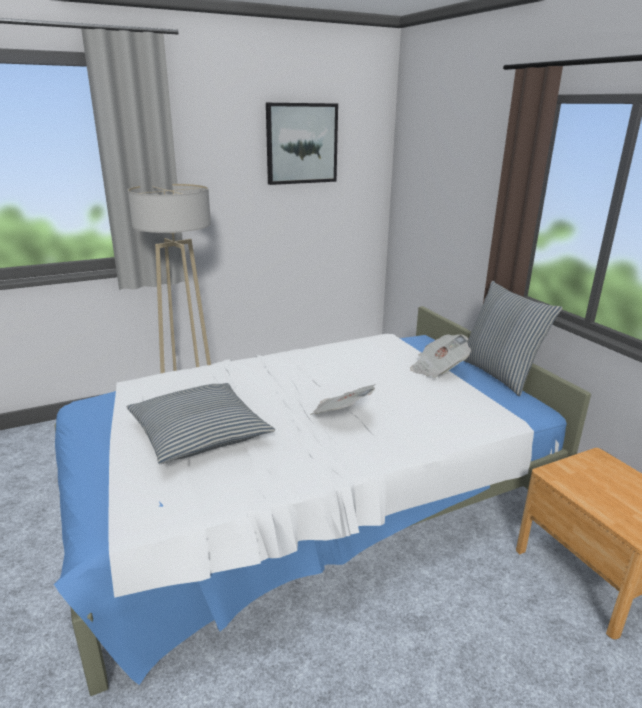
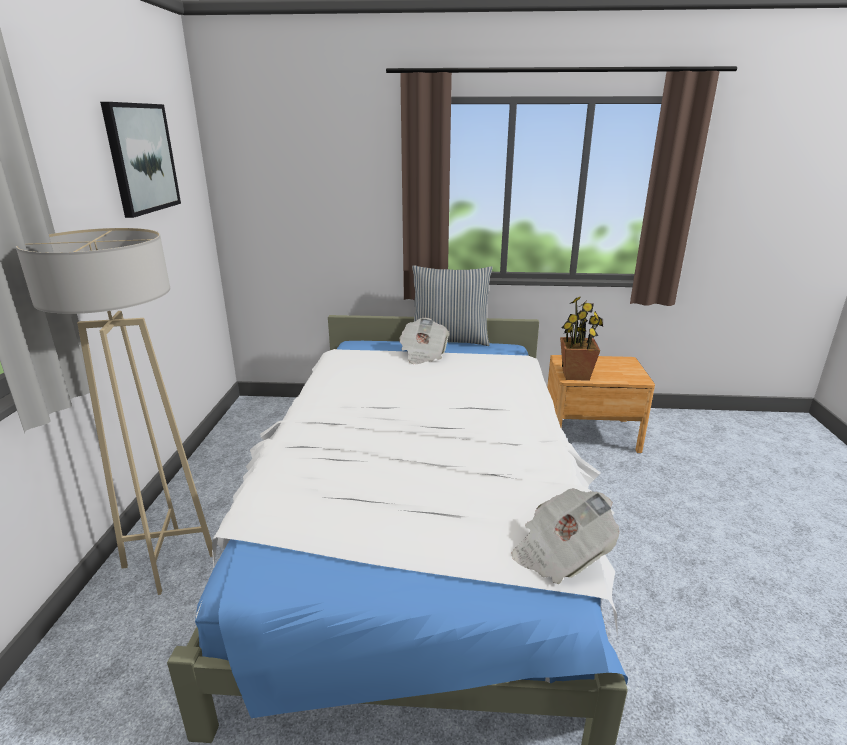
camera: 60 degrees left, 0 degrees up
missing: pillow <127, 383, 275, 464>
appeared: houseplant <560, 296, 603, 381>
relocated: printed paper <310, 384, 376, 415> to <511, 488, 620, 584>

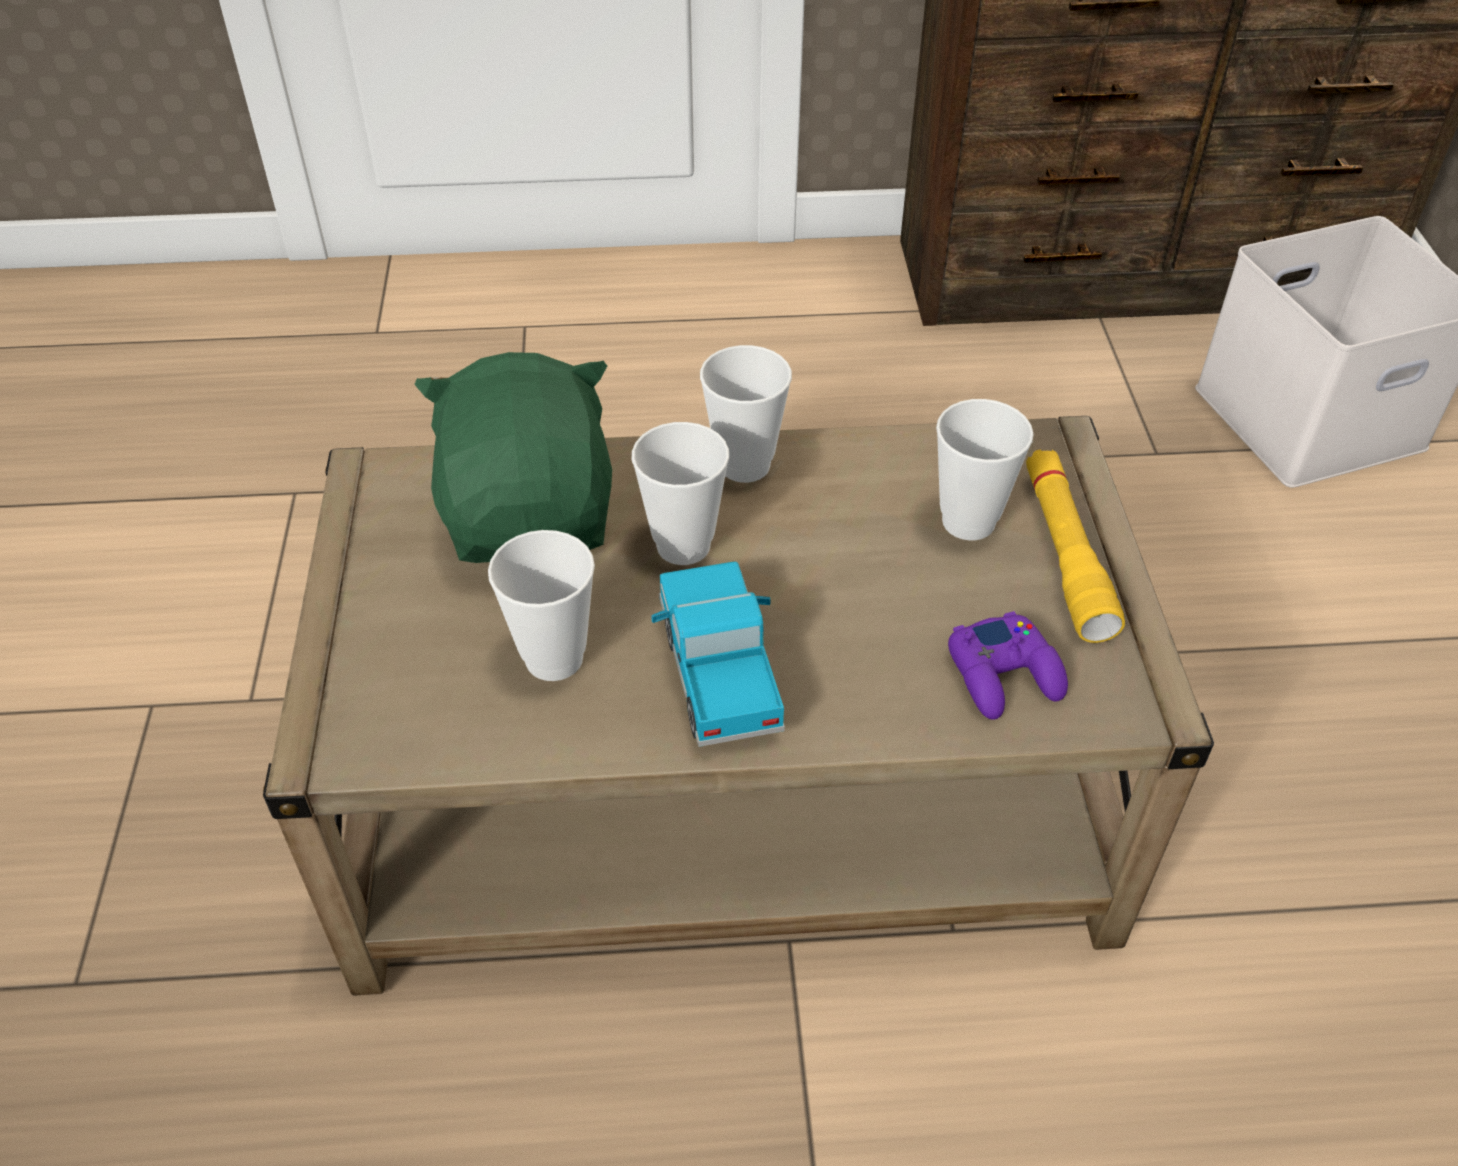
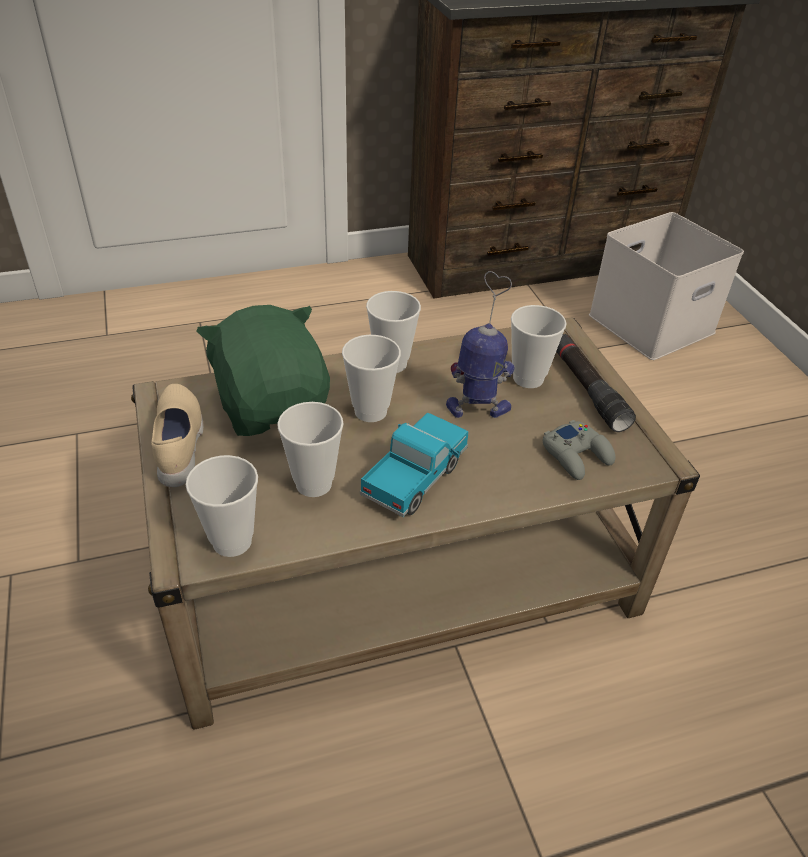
camera: 15 degrees left, 5 degrees down
appeared: beige low shoe <151, 384, 203, 487>; small cup <186, 455, 258, 557>; robot figure <446, 271, 515, 418>
colour: purplish game controller <948, 611, 1068, 720> to gray game controller <543, 420, 615, 480>; yellow hand torch <1026, 449, 1125, 643> to blackish hand torch <556, 334, 636, 432>
spun: toy truck <651, 562, 785, 747> = <360, 413, 469, 517> 60 degrees clockwise

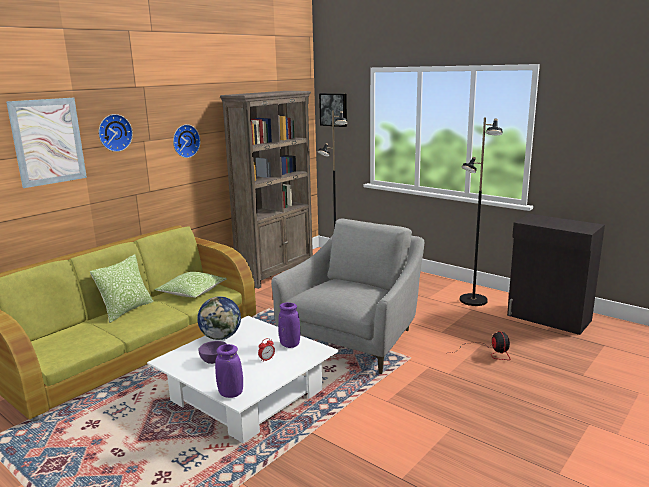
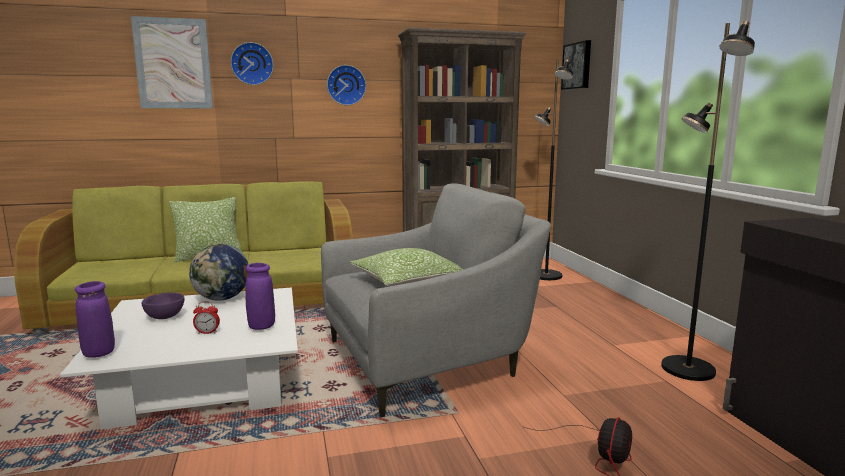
camera: 35 degrees right, 5 degrees down
relocated: pillow <155, 272, 227, 298> to <350, 248, 464, 286>

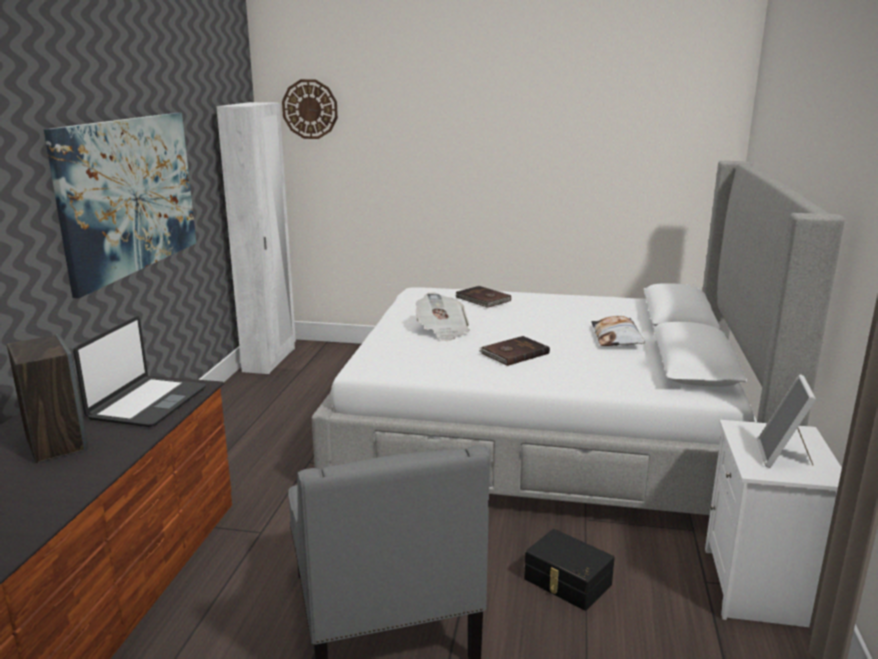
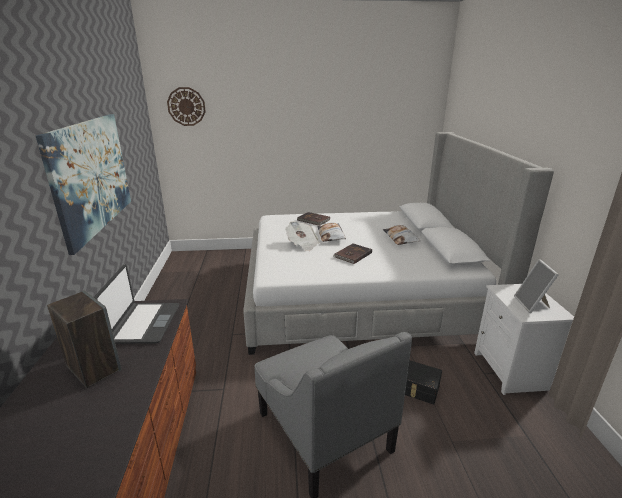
camera: 15 degrees left, 5 degrees up
missing: whitish clothes cupboard <216, 102, 296, 374>
appeared: pillow <317, 223, 346, 242>

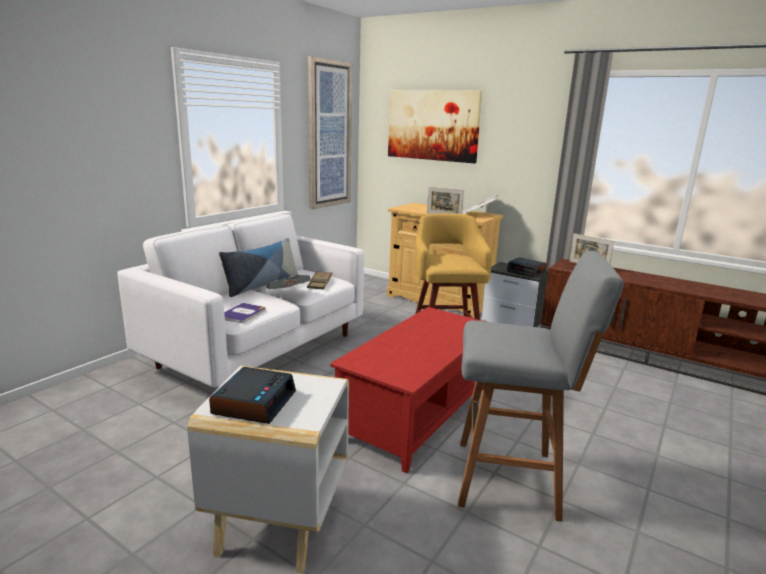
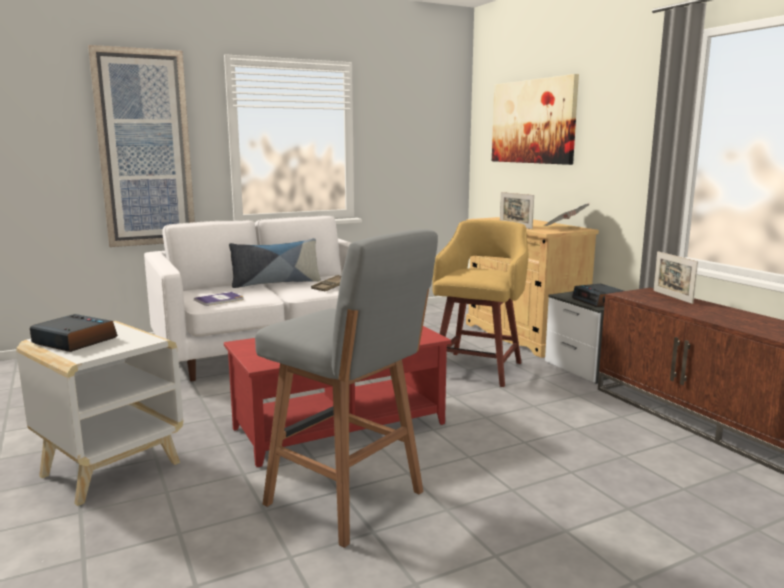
camera: 30 degrees right, 5 degrees down
missing: printed paper <266, 275, 311, 289>
relocated: wall art <308, 56, 352, 209> to <88, 45, 195, 247>
spun: table clock <209, 367, 296, 424> = <30, 314, 118, 352> 105 degrees counterclockwise

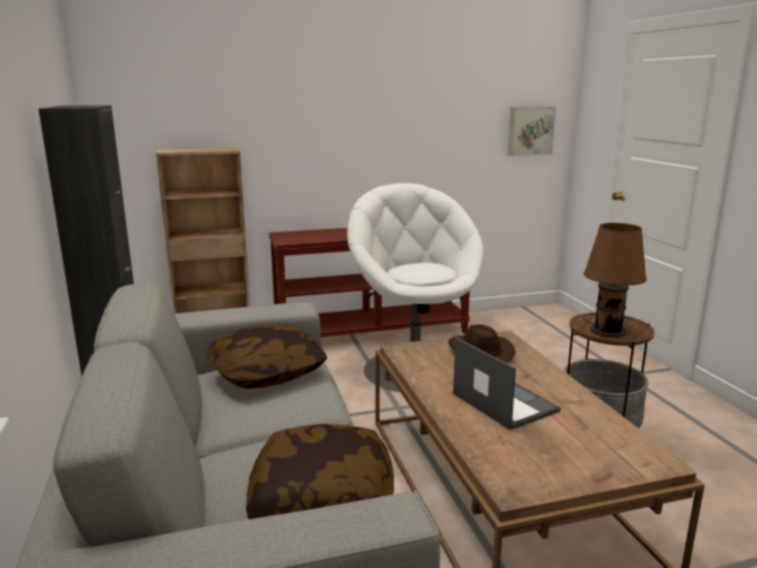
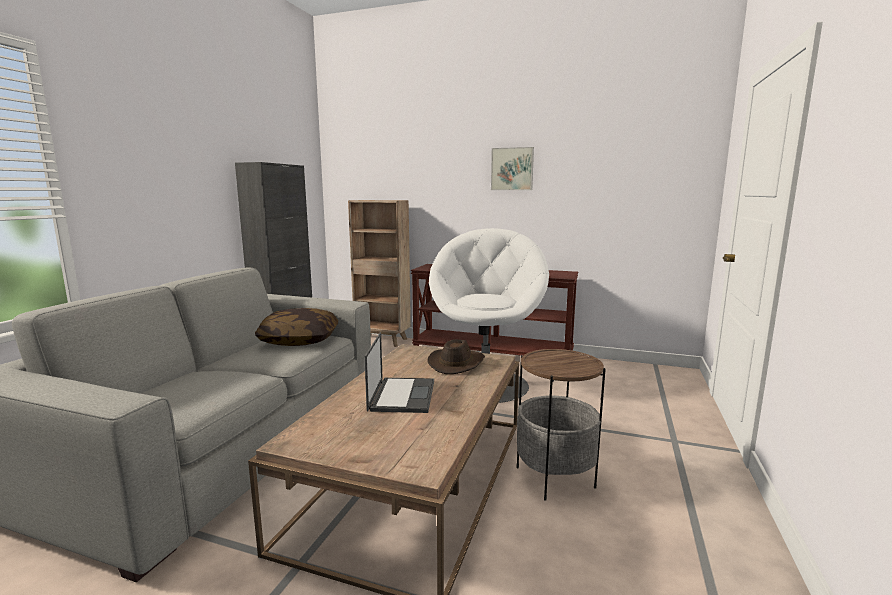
camera: 35 degrees right, 5 degrees down
missing: pillow <246, 424, 394, 519>; brownish lamp for a table <583, 223, 647, 337>
relocated: wall art <508, 107, 556, 156> to <491, 147, 534, 190>

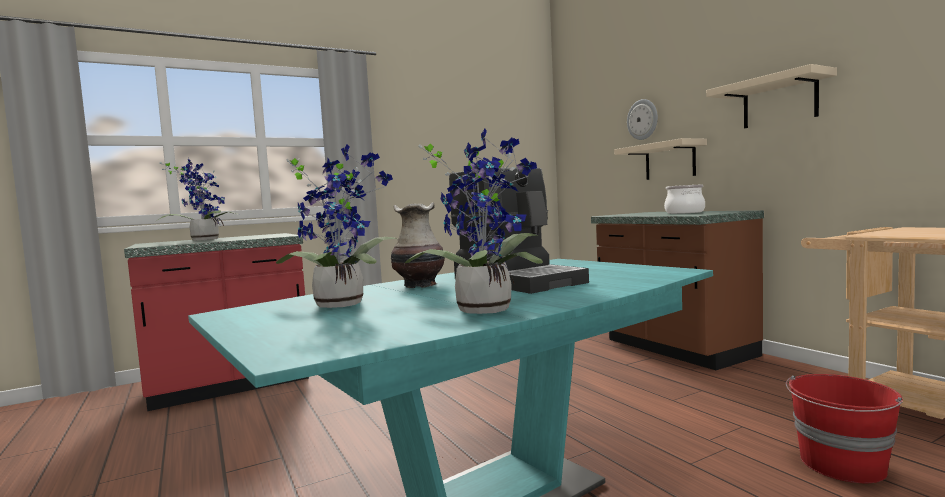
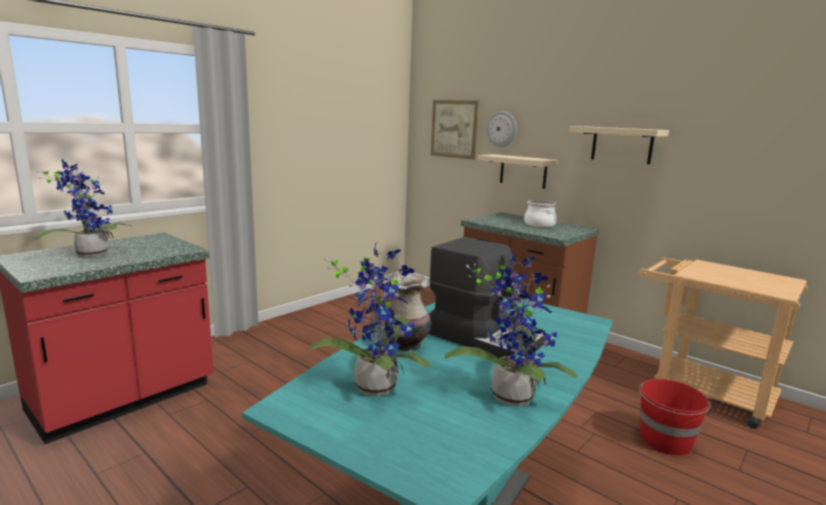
camera: 20 degrees left, 10 degrees up
appeared: wall art <431, 100, 479, 160>

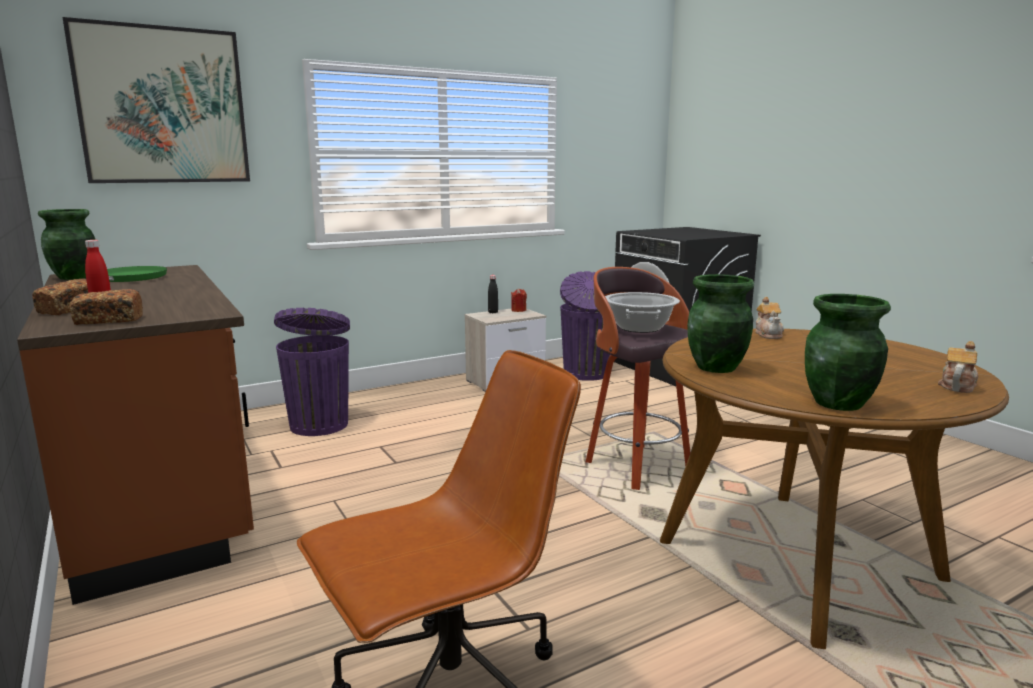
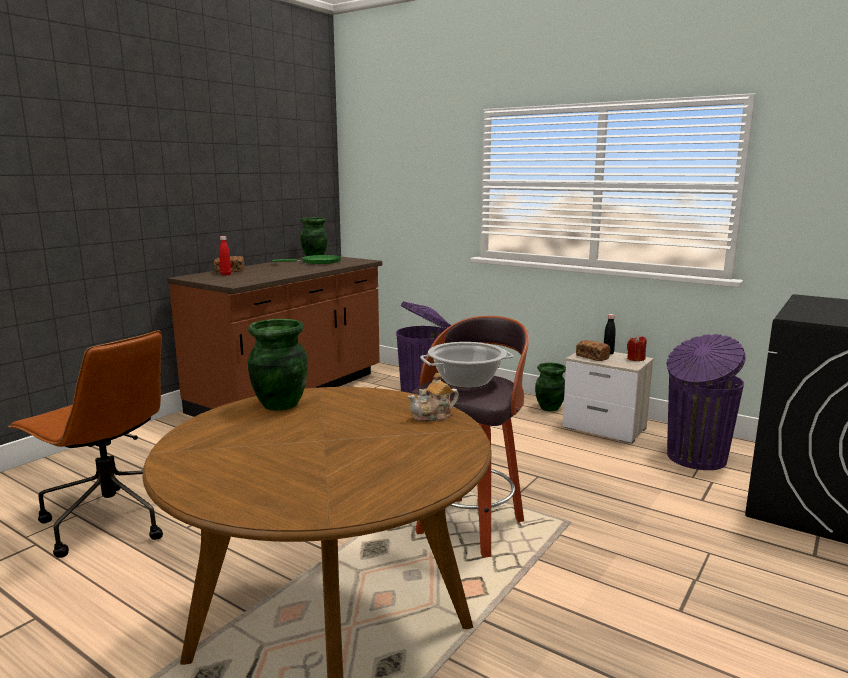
camera: 65 degrees right, 0 degrees up
missing: wall art <62, 17, 250, 183>; pot for tea <938, 341, 979, 393>
relocated: green-coloured vase <805, 294, 891, 411> to <535, 363, 566, 411>; bakery bread <69, 289, 143, 325> to <576, 340, 610, 361>

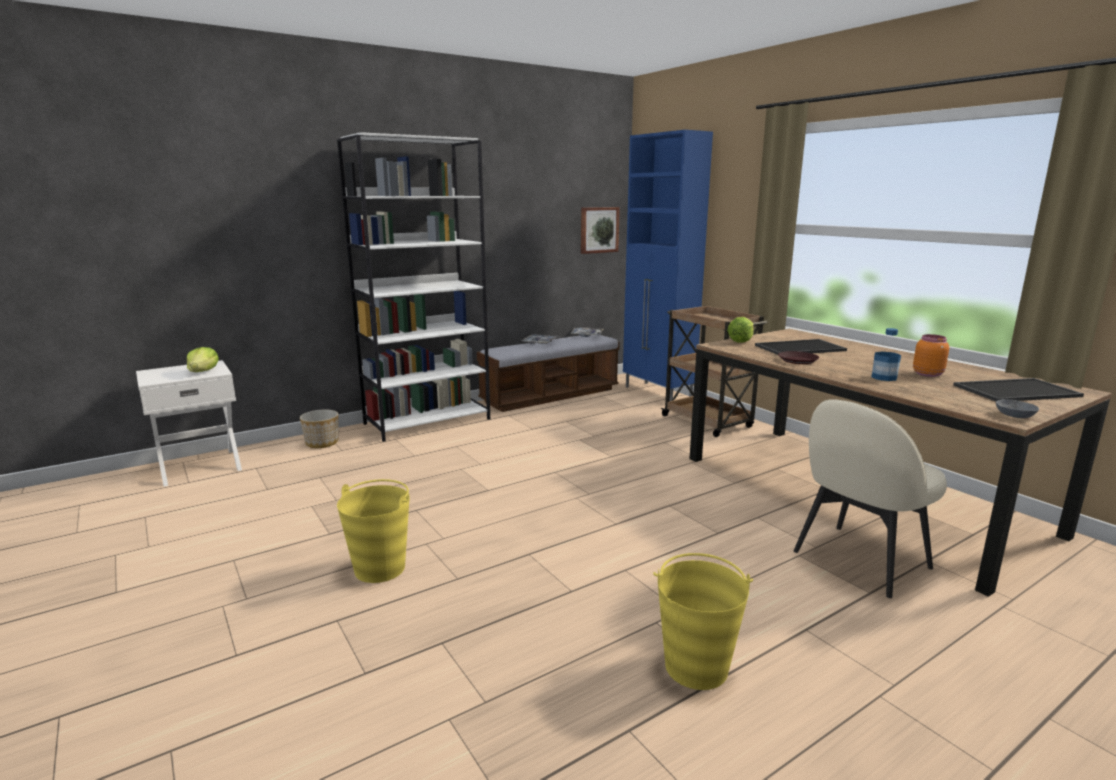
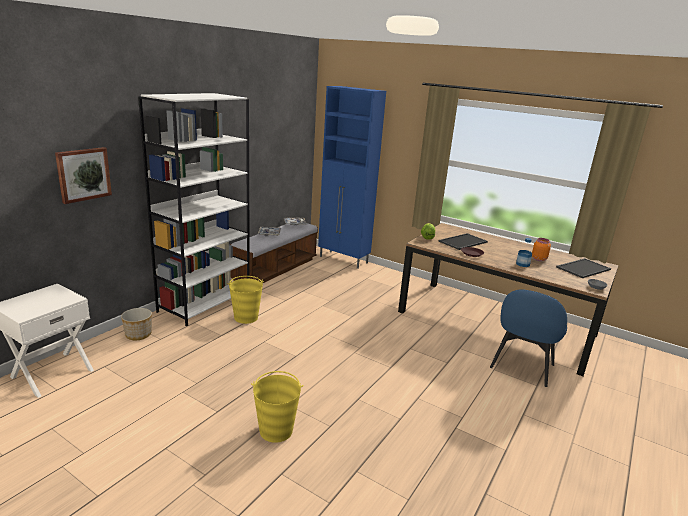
camera: 25 degrees left, 5 degrees up
missing: head of lettuce <187, 347, 219, 372>; brownish cart <660, 305, 768, 437>
relocated: wall art <581, 207, 620, 254> to <55, 147, 112, 204>; yellow bucket <653, 553, 753, 690> to <227, 276, 264, 324>
colour: beige plain chair <794, 399, 947, 598> to blue plain chair <490, 289, 567, 387>

